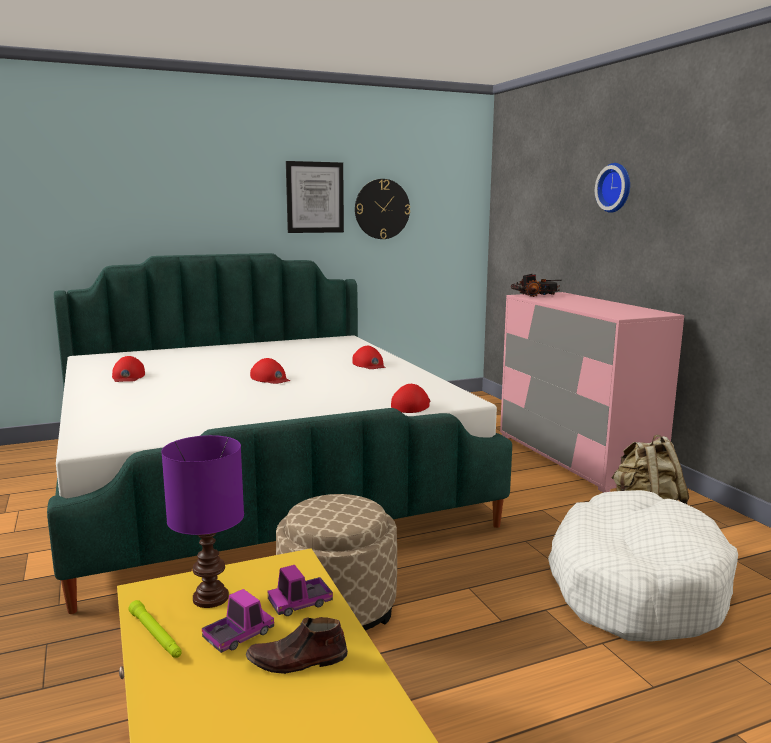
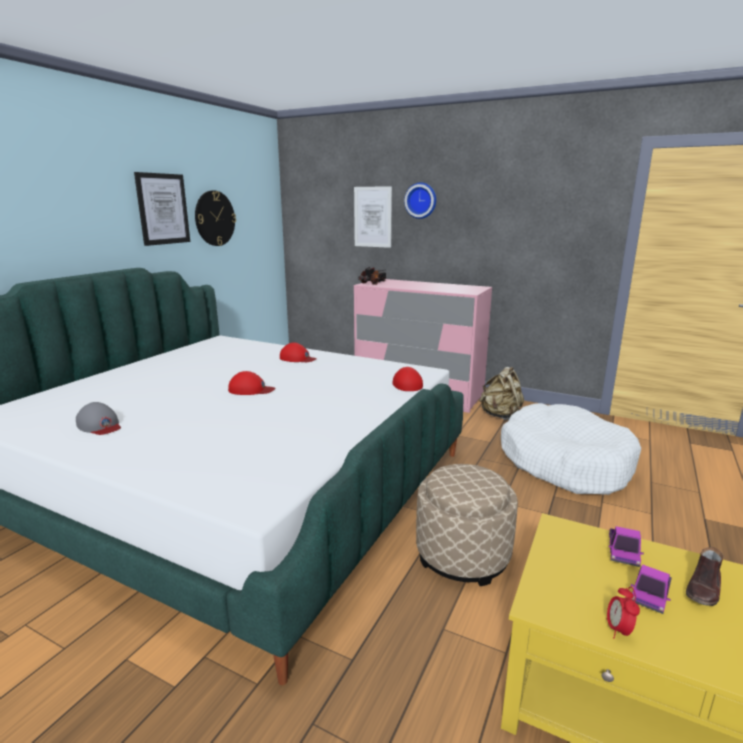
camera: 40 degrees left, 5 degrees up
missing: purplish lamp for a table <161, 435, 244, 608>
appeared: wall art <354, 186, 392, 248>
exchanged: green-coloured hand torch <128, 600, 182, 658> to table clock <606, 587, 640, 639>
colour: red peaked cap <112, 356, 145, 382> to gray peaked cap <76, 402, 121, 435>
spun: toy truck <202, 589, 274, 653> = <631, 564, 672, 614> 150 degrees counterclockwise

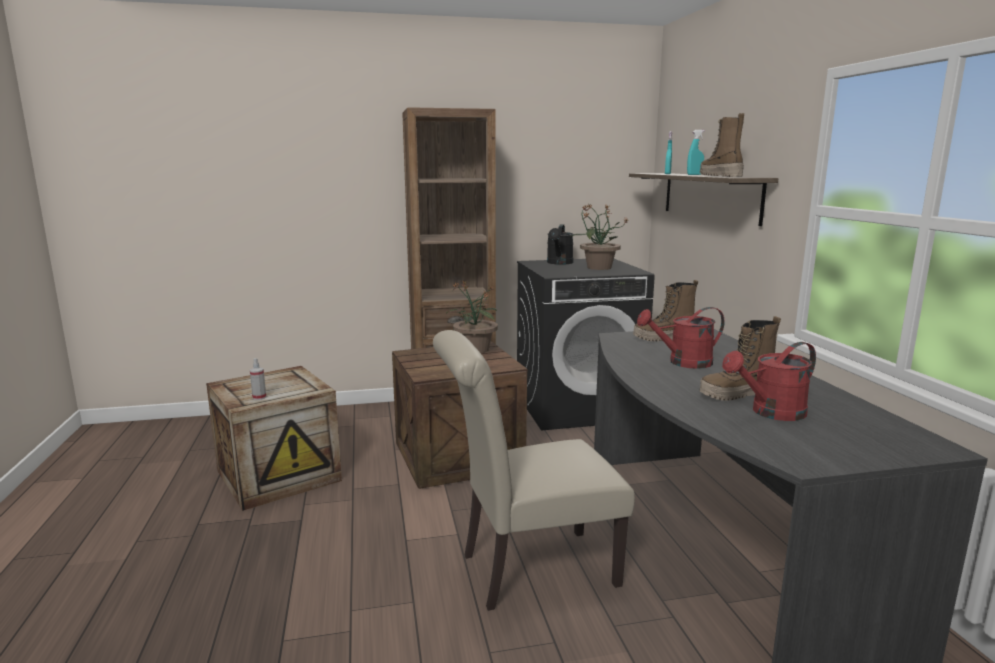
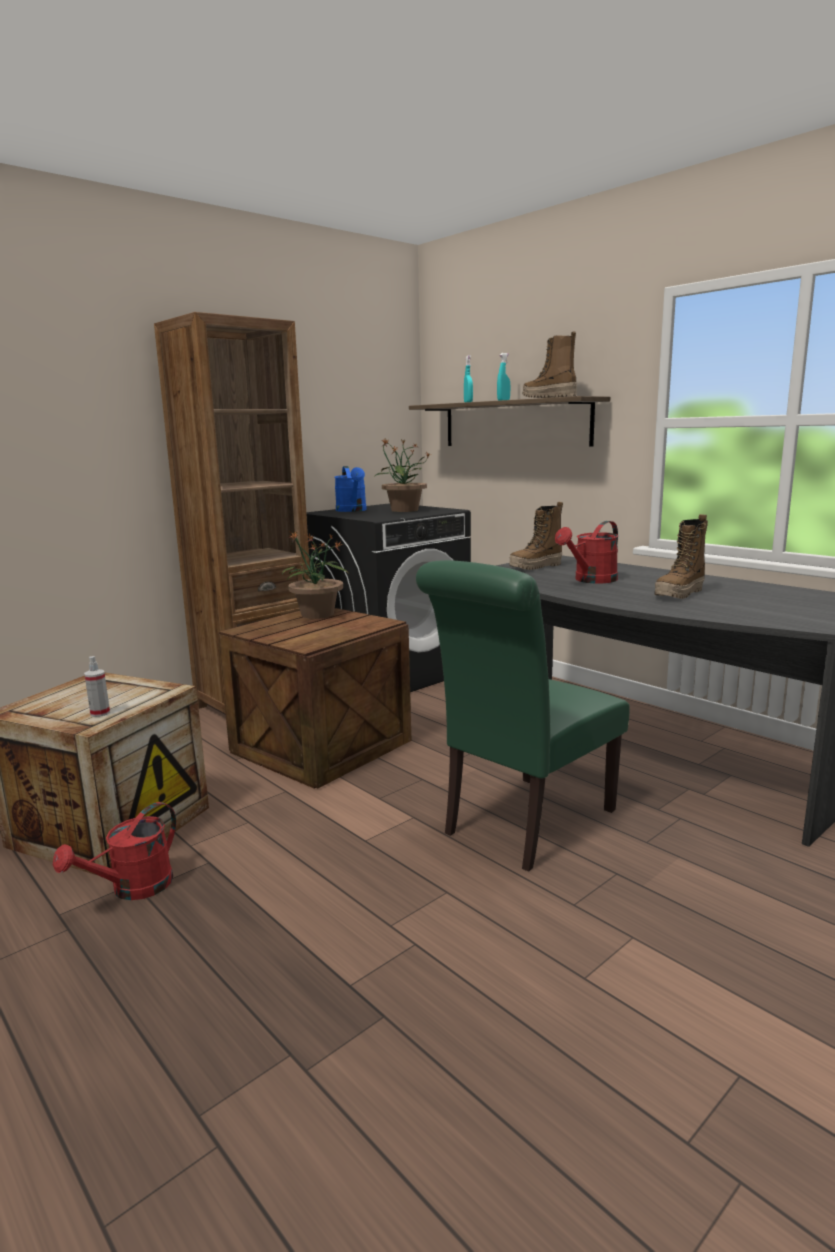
camera: 30 degrees left, 0 degrees up
relocated: red sprinkling can <722, 342, 816, 421> to <53, 802, 176, 900>
colour: blackish sprinkling can <547, 224, 573, 265> to blue sprinkling can <334, 466, 367, 512>; beige plain chair <433, 330, 635, 611> to green-coloured plain chair <416, 560, 630, 872>

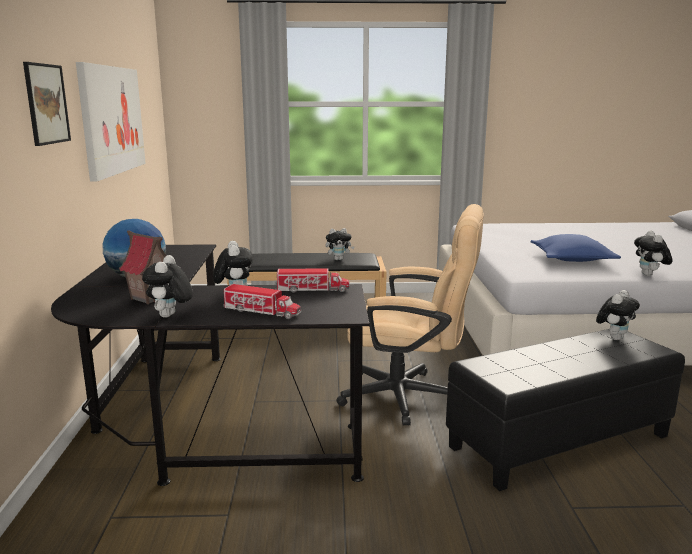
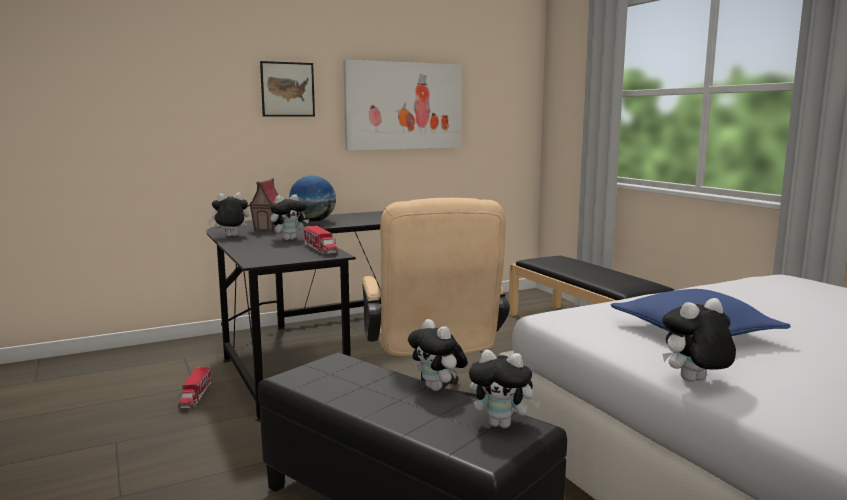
camera: 65 degrees right, 5 degrees down
relocated: toy truck <223, 284, 301, 319> to <178, 367, 211, 408>; cuddly toy <325, 228, 355, 260> to <408, 319, 468, 391>

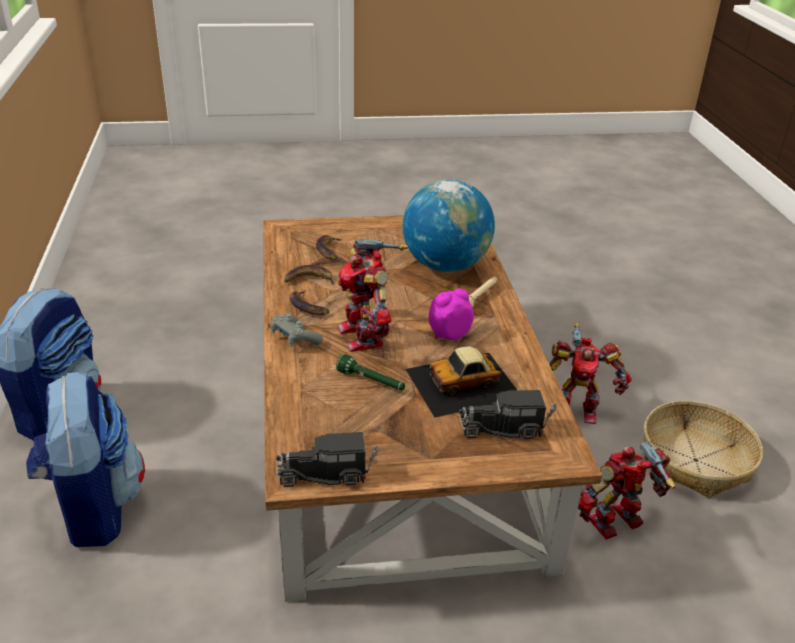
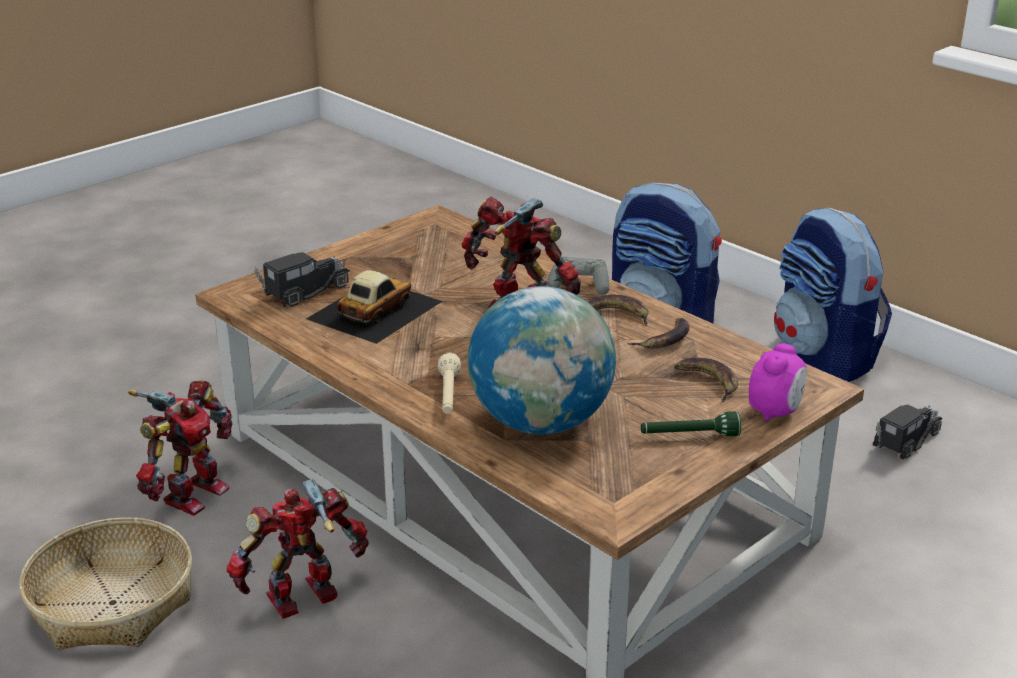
camera: 145 degrees right, 5 degrees down
relocated: green-coloured hand torch <336, 354, 405, 391> to <641, 411, 741, 436>; table clock <429, 288, 474, 340> to <749, 343, 807, 422>; toy truck <276, 432, 378, 487> to <873, 404, 942, 460>

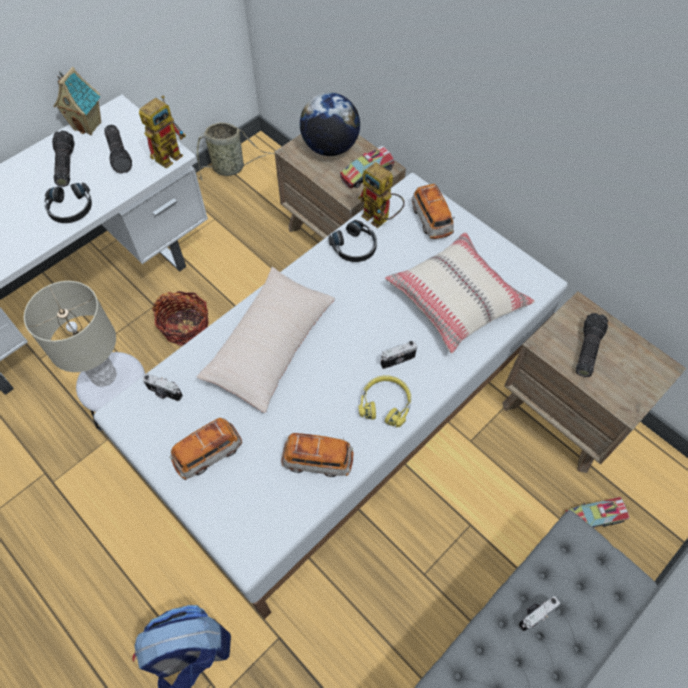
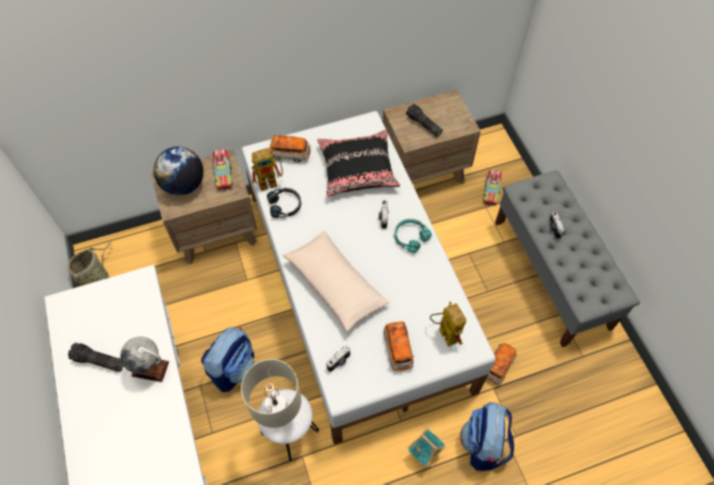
camera: 65 degrees left, 0 degrees up
missing: hand torch <104, 125, 132, 174>
relocated: miniature house <53, 67, 101, 135> to <408, 428, 446, 467>; robot figure <139, 95, 186, 169> to <430, 302, 466, 347>; model car <282, 433, 353, 477> to <487, 343, 517, 385>
exchanged: blackish headphones <44, 182, 92, 223> to world globe <120, 336, 169, 382>; storage basket <152, 291, 209, 346> to rucksack <201, 327, 255, 392>
colour: beige pillow <385, 232, 535, 354> to blackish pillow <317, 130, 400, 197>; yellow headphones <359, 375, 411, 428> to turquoise-coloured headphones <394, 219, 432, 253>

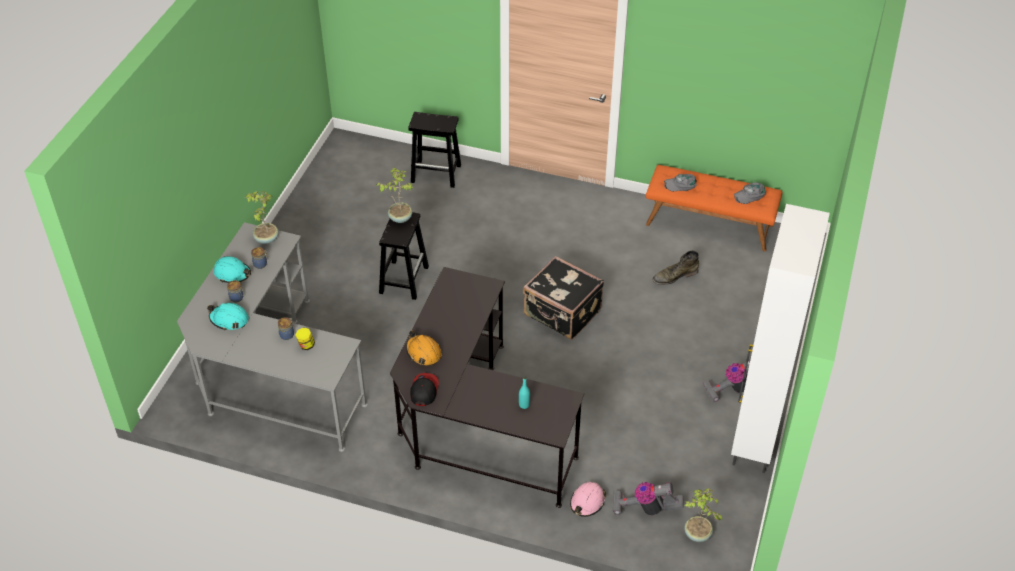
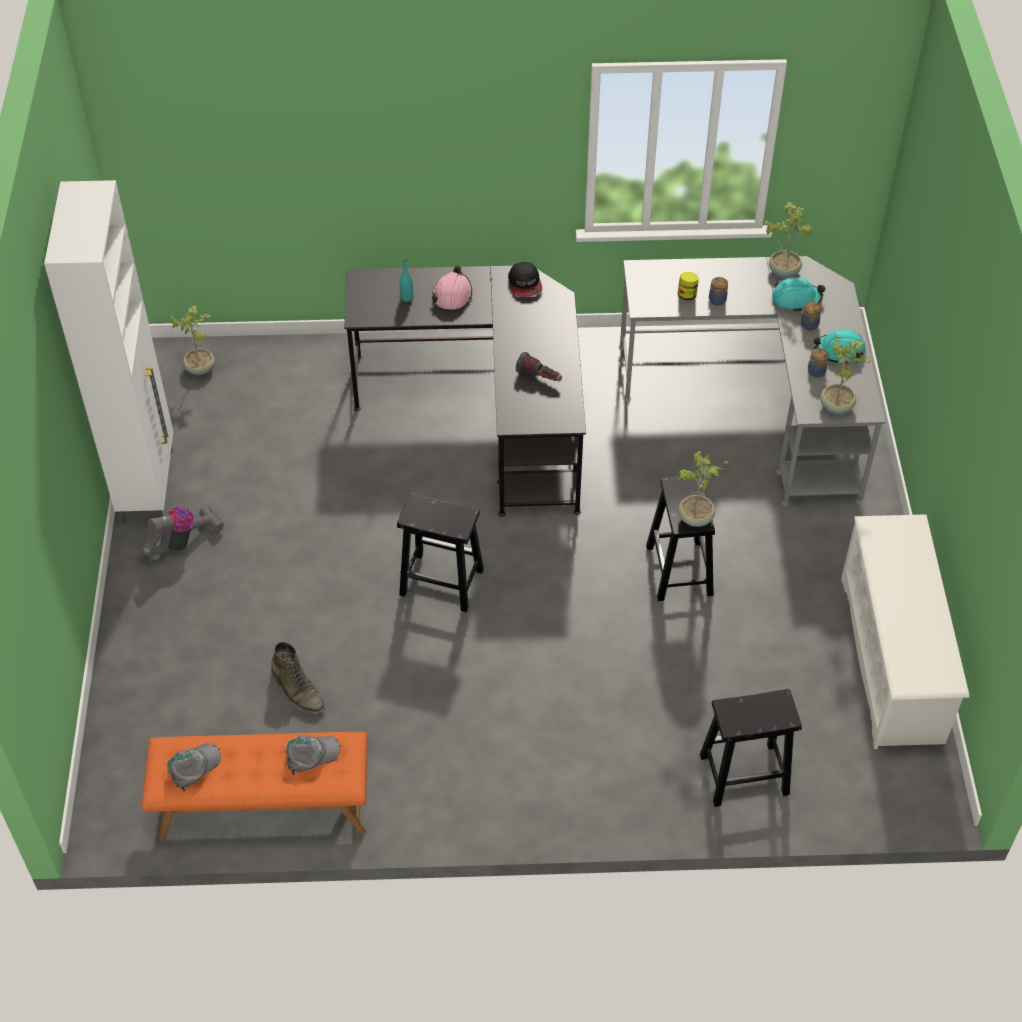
camera: 160 degrees right, 5 degrees up
missing: orange safety helmet <406, 331, 442, 366>; hoover <613, 482, 683, 516>
appeared: hand torch <516, 352, 562, 381>; houseplant <762, 202, 813, 278>; whitish shoe shelf <841, 514, 969, 749>
relocated: pink safety helmet <570, 482, 606, 517> to <432, 266, 472, 311>
exchanged: blackish travel case <523, 256, 604, 340> to blackish stool <397, 493, 484, 612>
spun: green-coloured high-top boot <653, 250, 699, 285> = <271, 642, 325, 714> 90 degrees clockwise

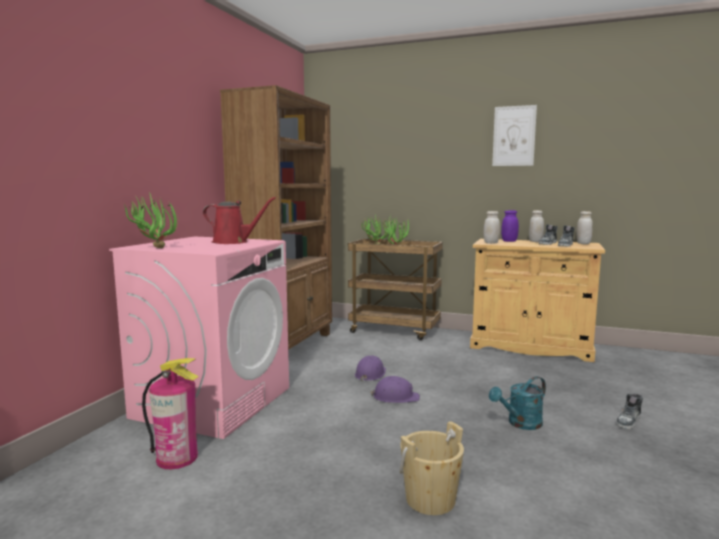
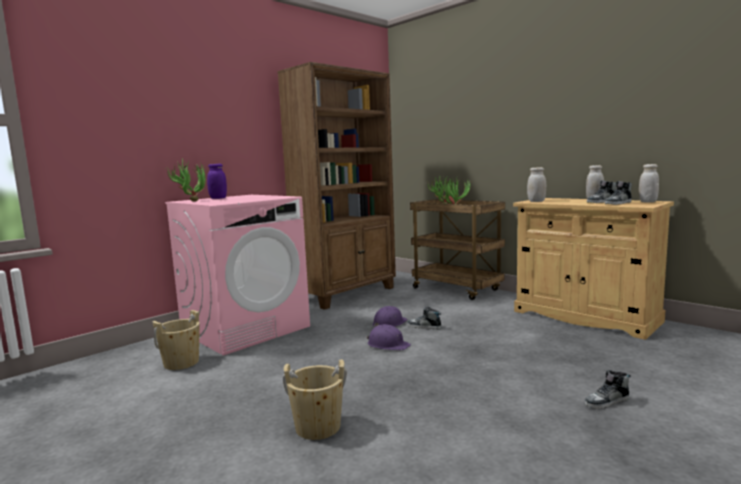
camera: 25 degrees right, 0 degrees up
missing: red sprinkling can <203, 197, 276, 244>; turquoise-coloured sprinkling can <489, 376, 546, 430>; wall art <492, 105, 537, 166>
appeared: low shoe <407, 306, 442, 330>
relocated: purplish jar <501, 210, 519, 242> to <207, 164, 227, 199>
exchanged: extinguisher <142, 358, 199, 469> to beige bucket <152, 310, 200, 370>

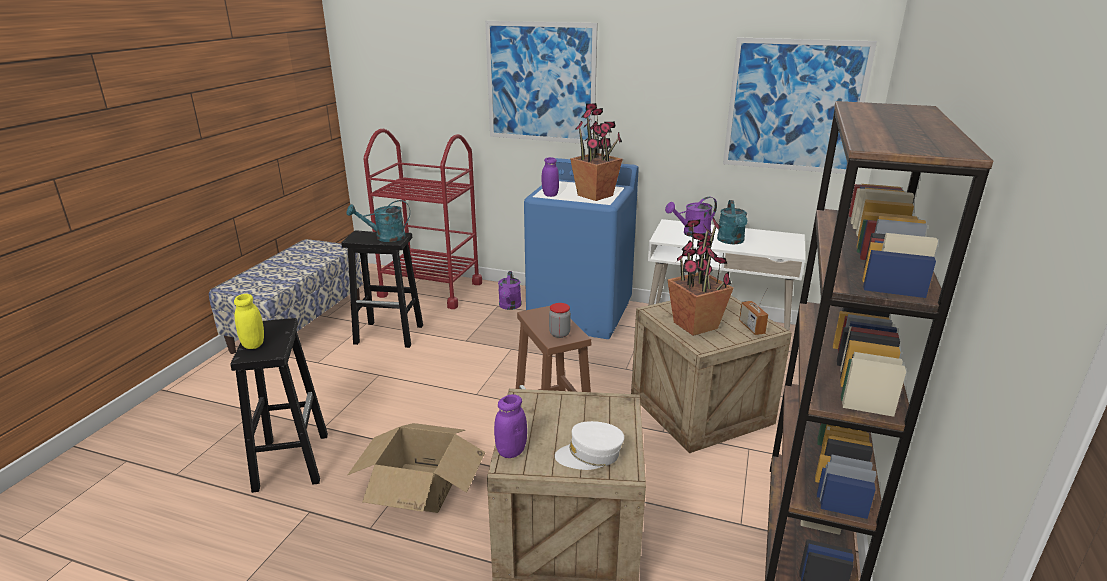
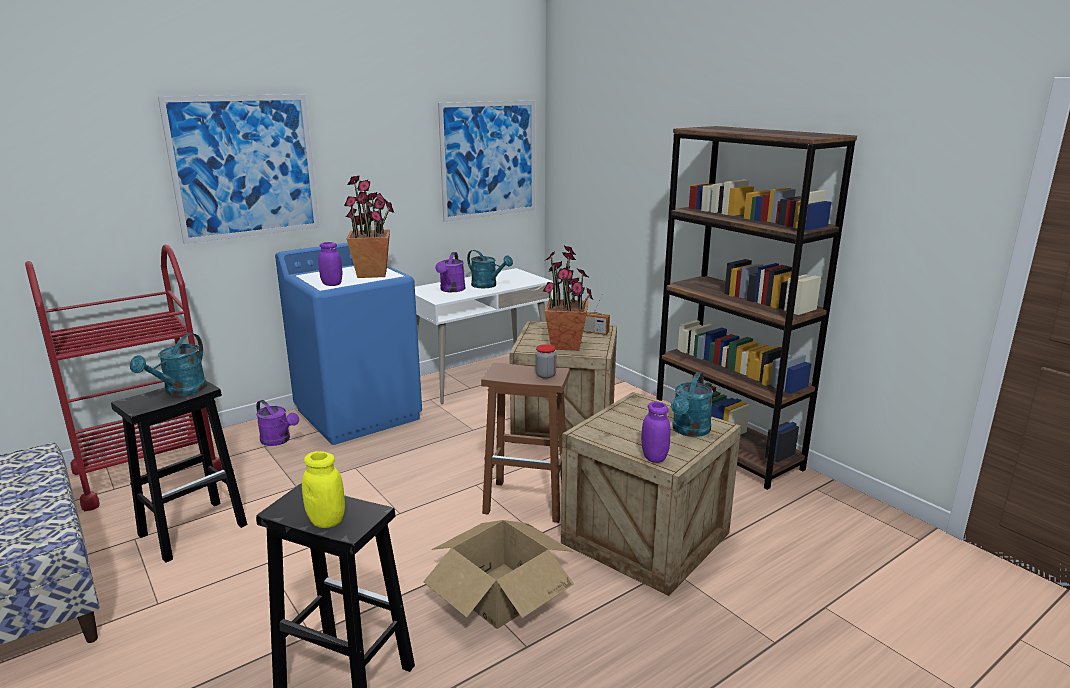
camera: 55 degrees left, 5 degrees down
exchanged: whitish peaked cap <555, 421, 624, 470> to turquoise-coloured sprinkling can <671, 372, 713, 437>

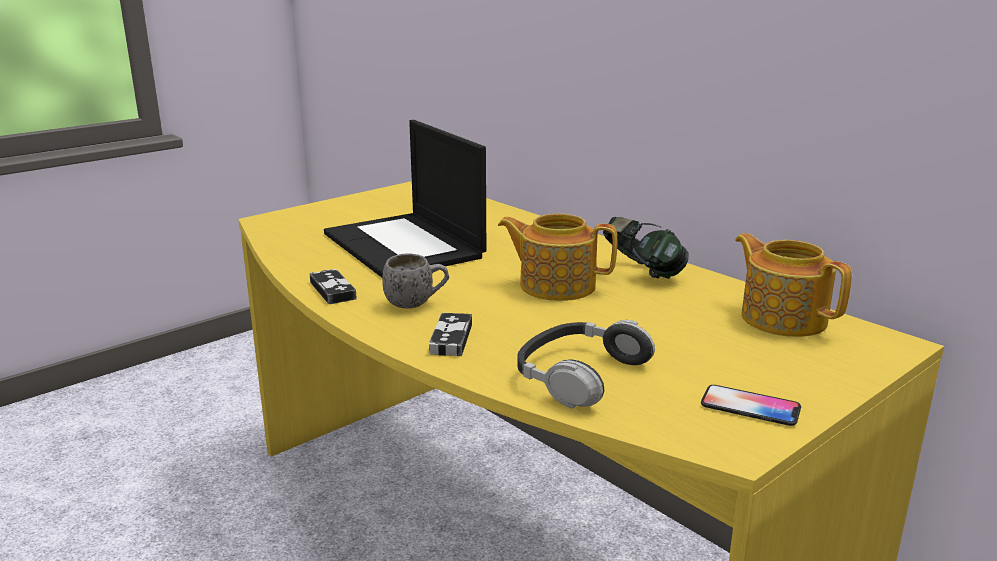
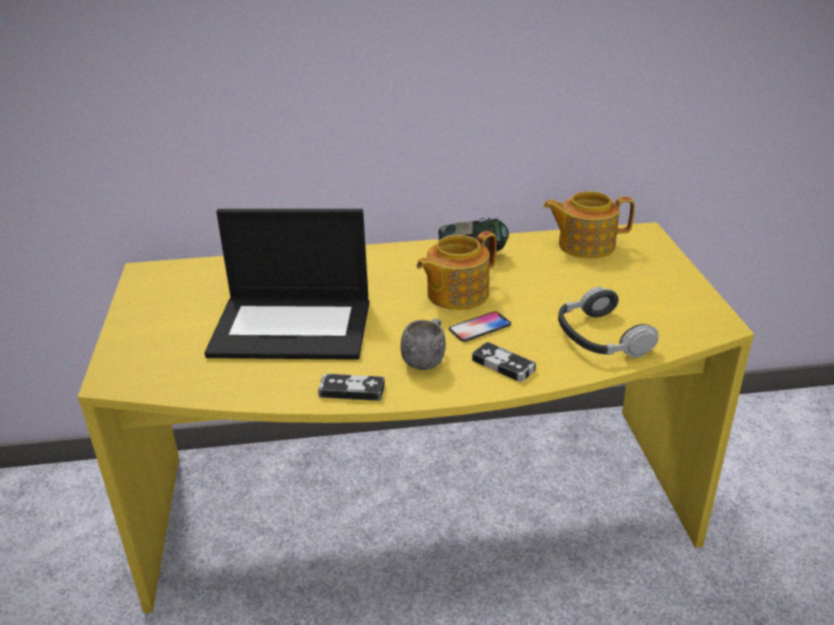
camera: 55 degrees left, 10 degrees up
relocated: phone <701, 385, 801, 426> to <449, 311, 511, 342>

